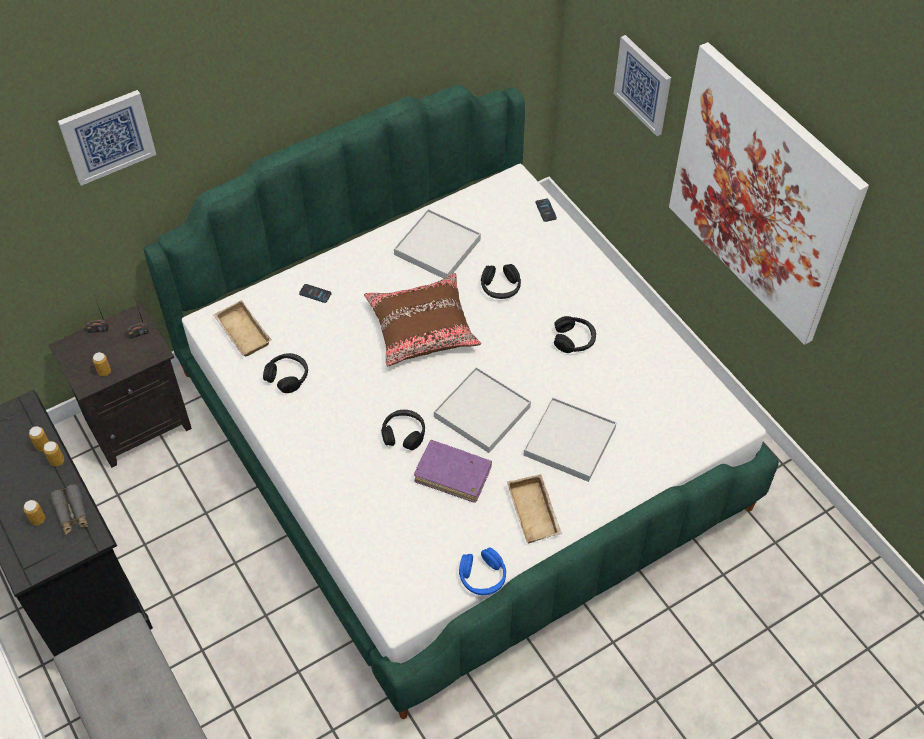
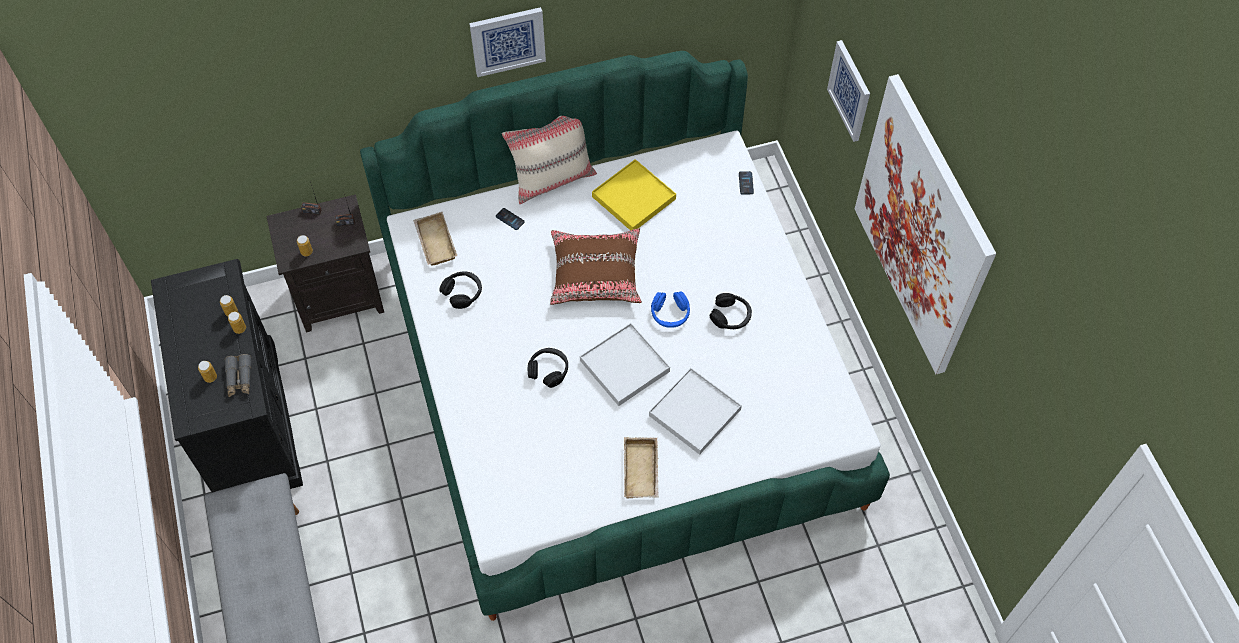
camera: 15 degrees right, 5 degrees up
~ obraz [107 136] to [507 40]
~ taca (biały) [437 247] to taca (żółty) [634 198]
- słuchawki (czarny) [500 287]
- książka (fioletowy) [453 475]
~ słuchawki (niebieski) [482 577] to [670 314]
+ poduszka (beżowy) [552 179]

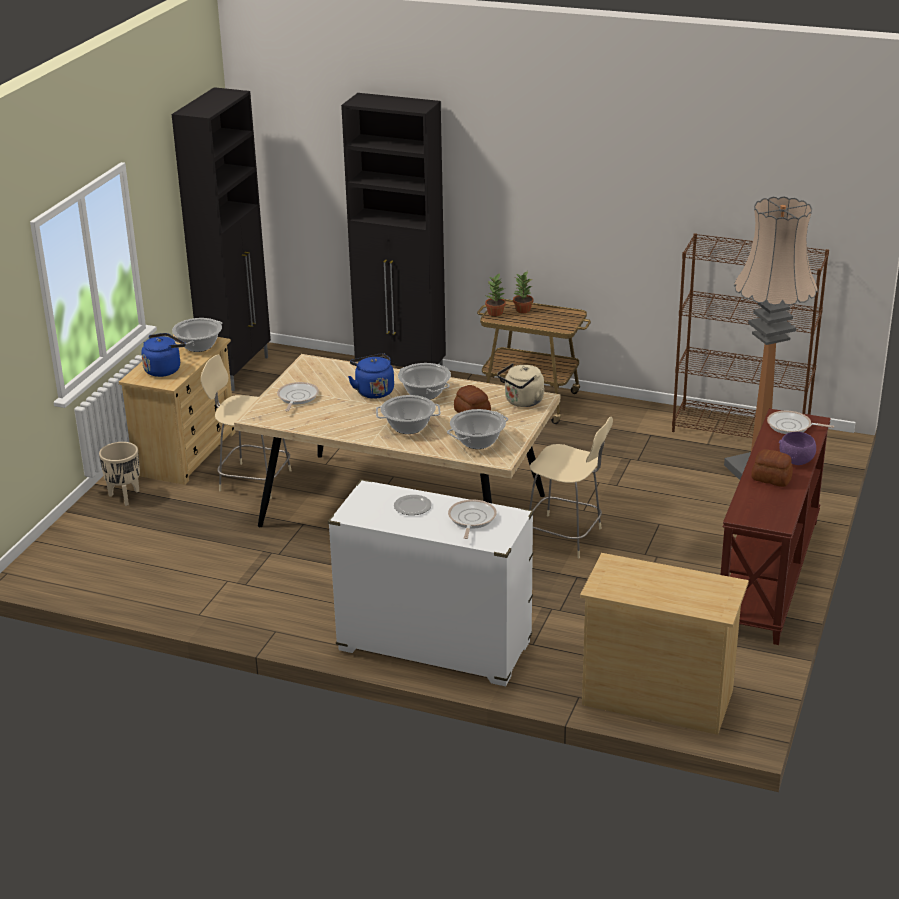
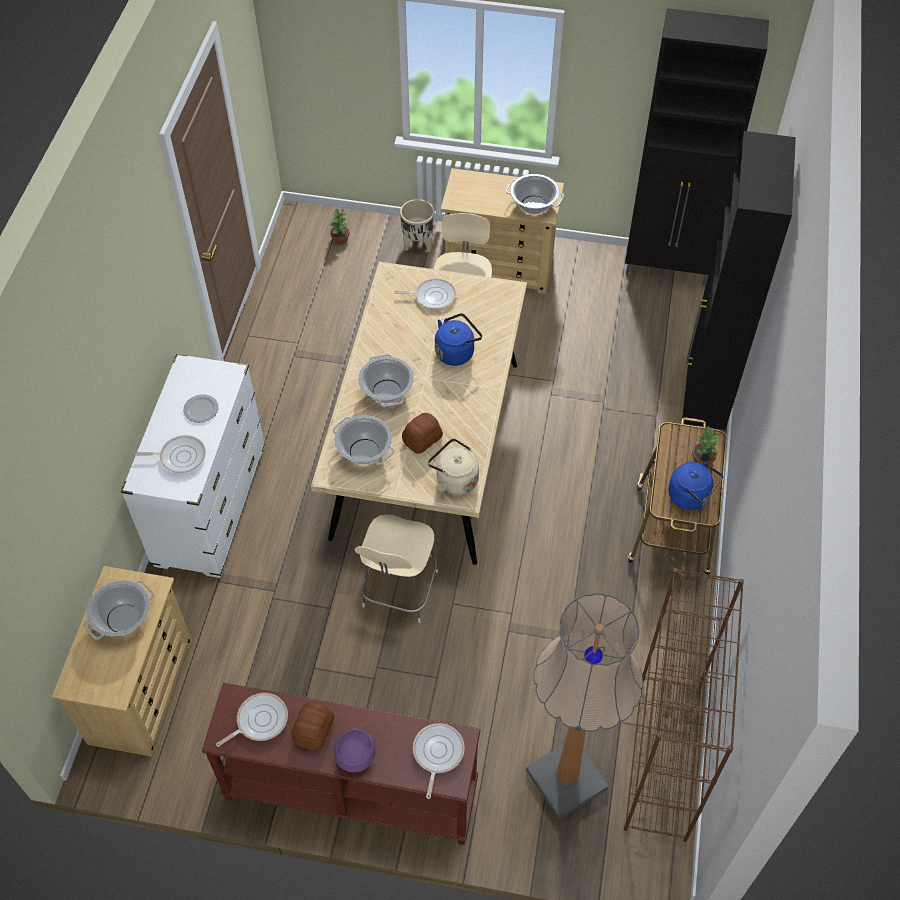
camera: 80 degrees right, 25 degrees up
~ roślina doniczkowa [495 313] to [340 240]
~ czajnik (niebieski) [164 369] to [691 496]
~ garnek [425 393] to [123 619]
+ patelnia [259 720]

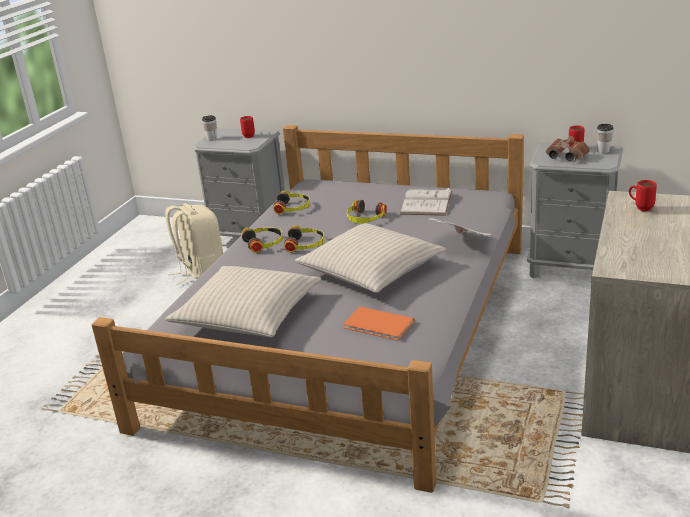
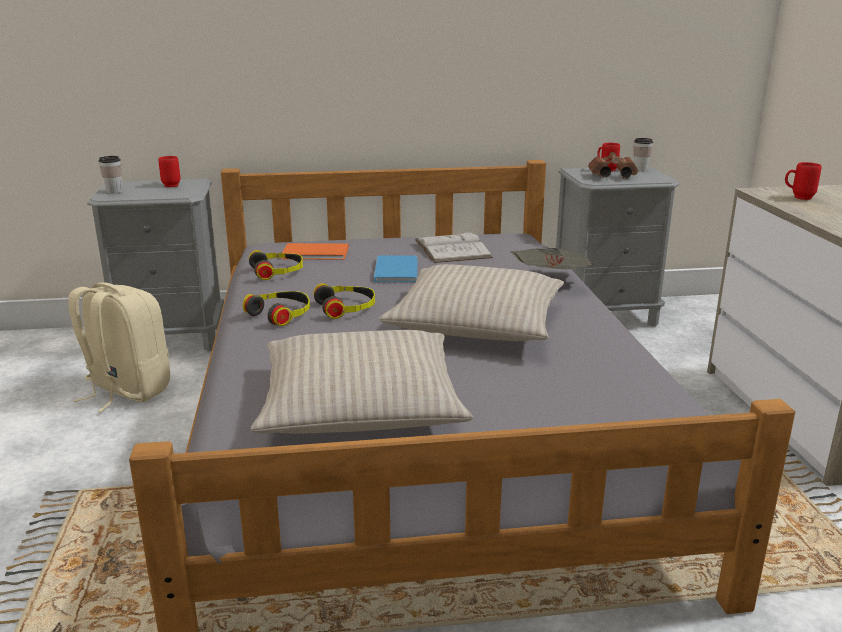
camera: 30 degrees left, 5 degrees down
~ słuchawki [365 218] to książka (niebieski) [394 271]
~ książka (pomarańczowy) [379 325] to [317 253]

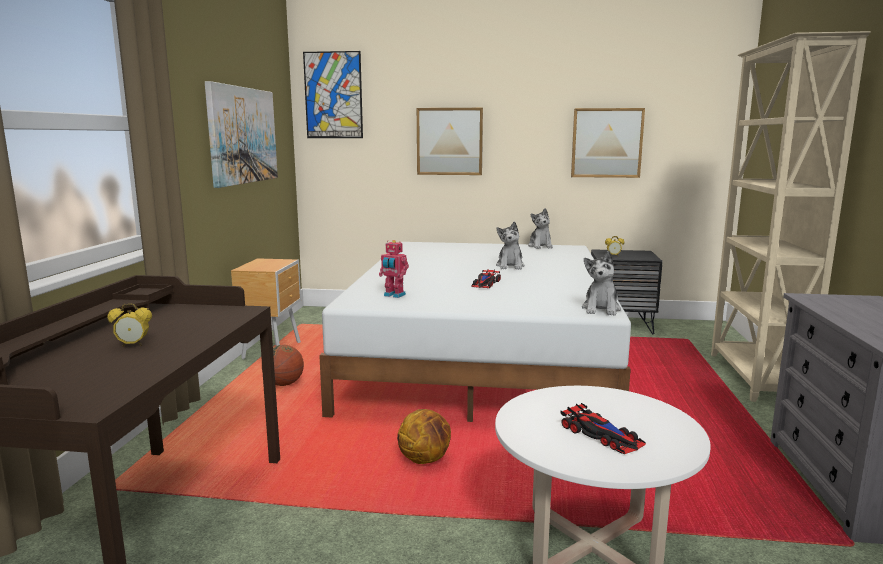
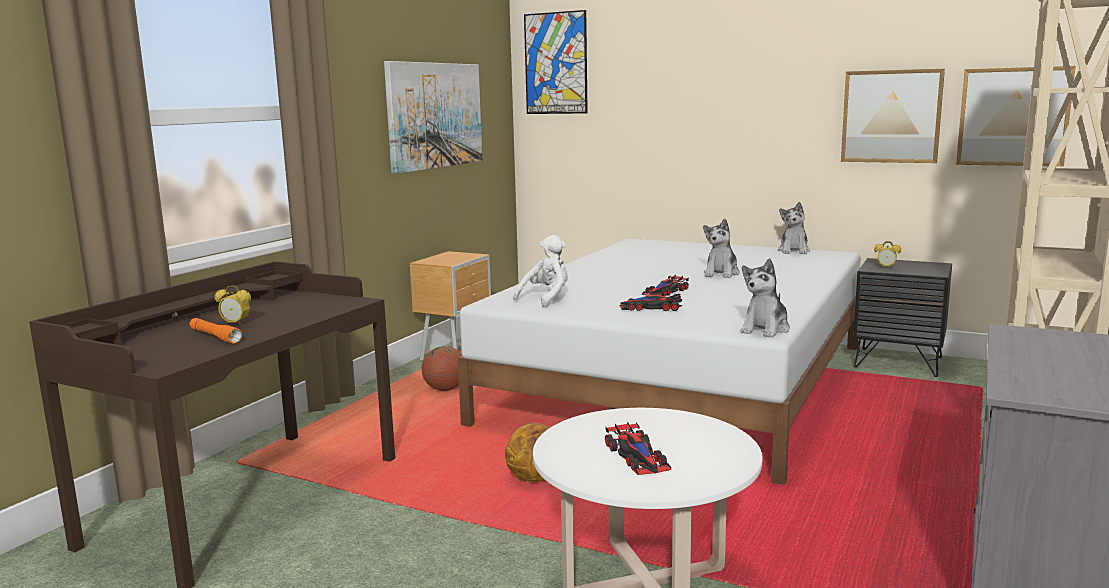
camera: 20 degrees right, 0 degrees up
~ obraz [449 141] to [1013 116]
~ robot zabawkowy [394 295] to pluszak (biały) [546 299]
+ samochodzik [650 308]
+ latarka (pomarańczowy) [215 336]

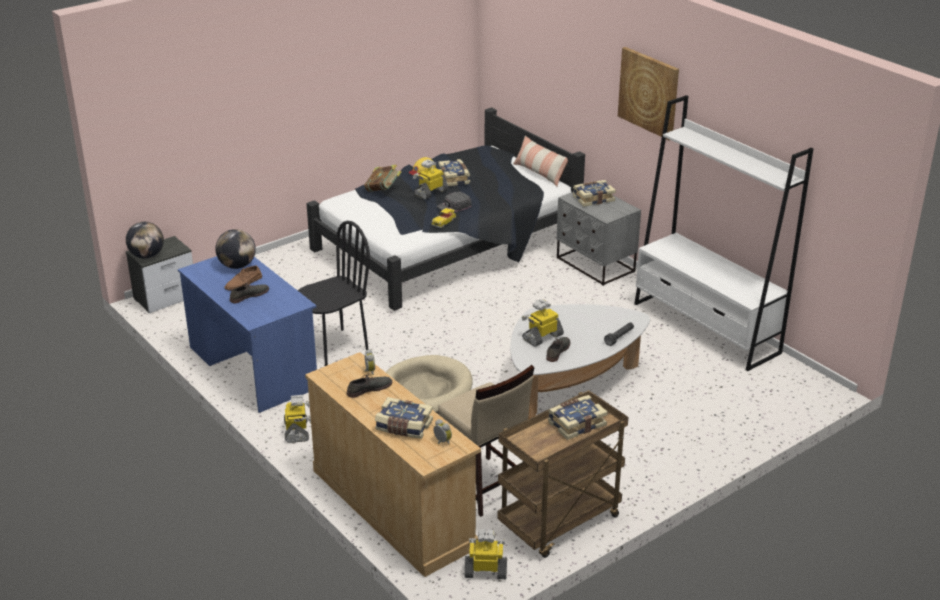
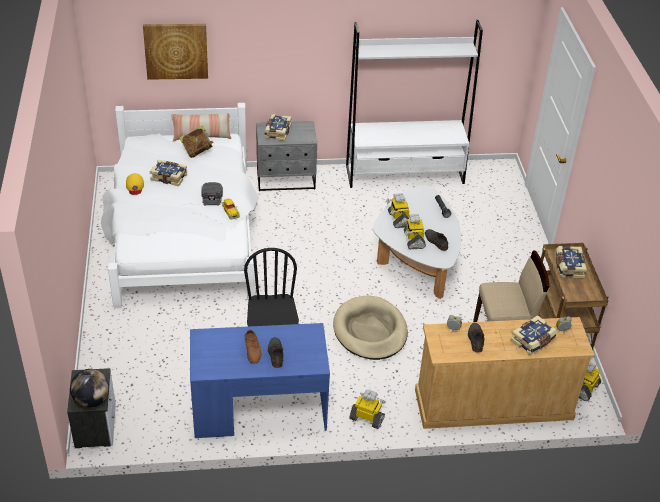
camera: 60 degrees left, 10 degrees up
~ obraz [649 92] to [176 51]
~ łóżko (czarny) [445 246] to łóżko (biały) [184 234]
~ robot zabawkowy [430 192] to [398 219]
~ książka [383 190] to [197 151]
- globus [237 266]

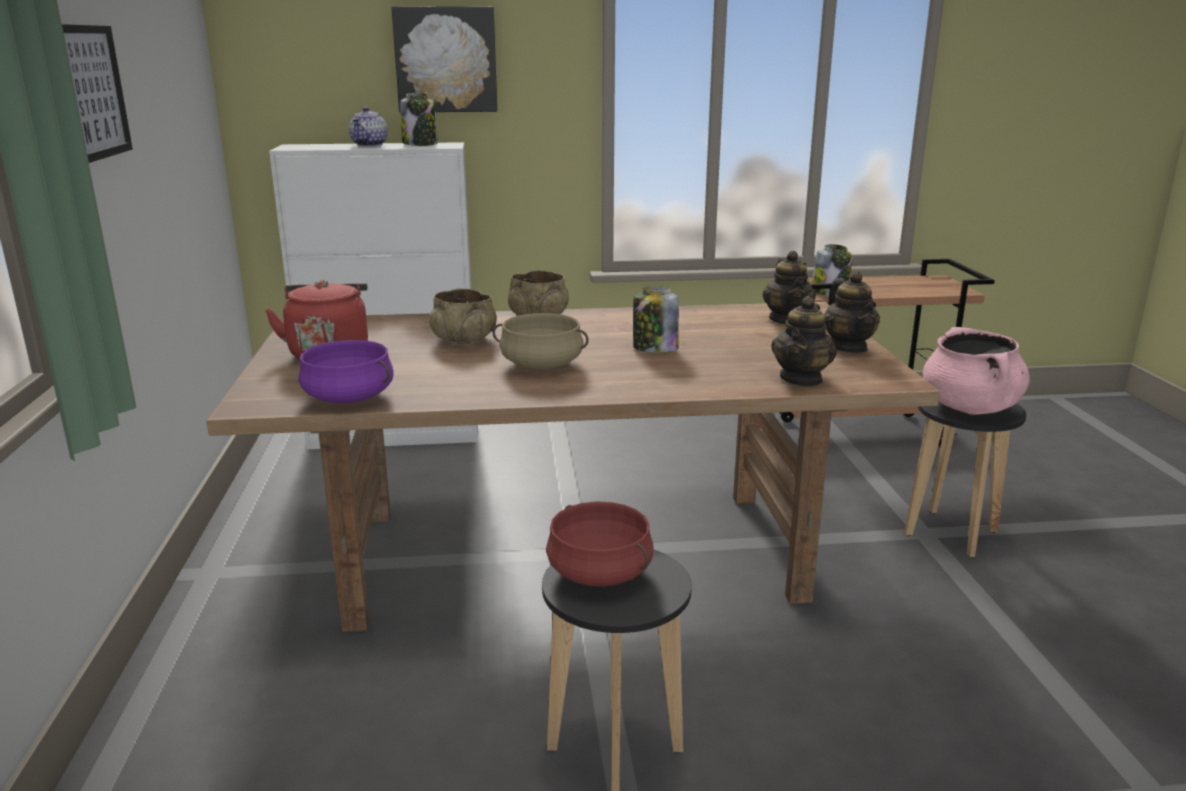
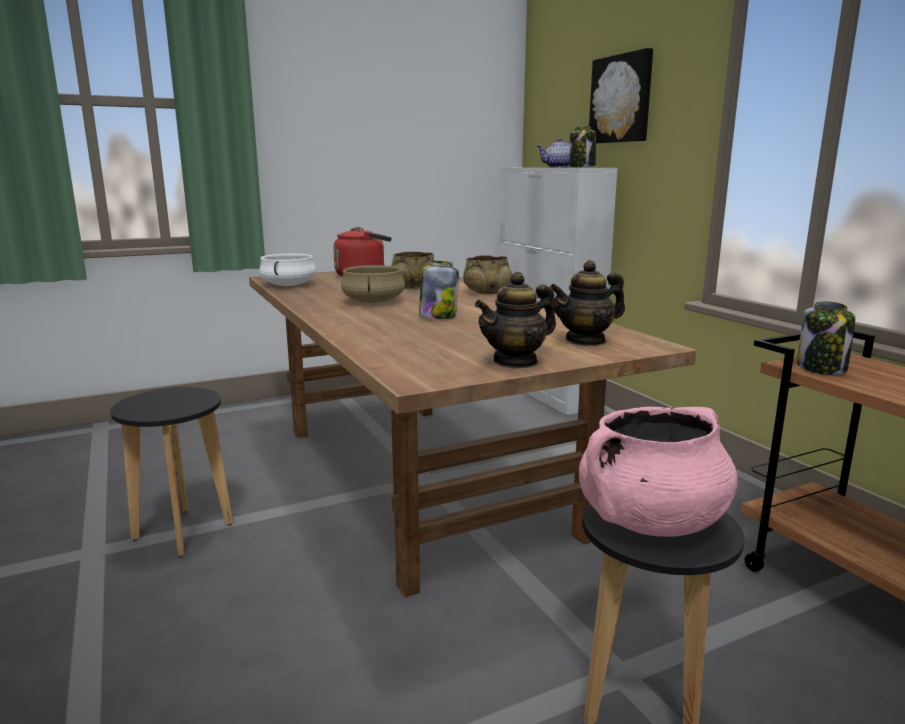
camera: 70 degrees right, 5 degrees down
- obraz [93 92]
- imbryk [801 379]
~ garnek (fioletowy) [349 397] to garnek (biały) [289 285]
- garnek (czerwony) [600 572]

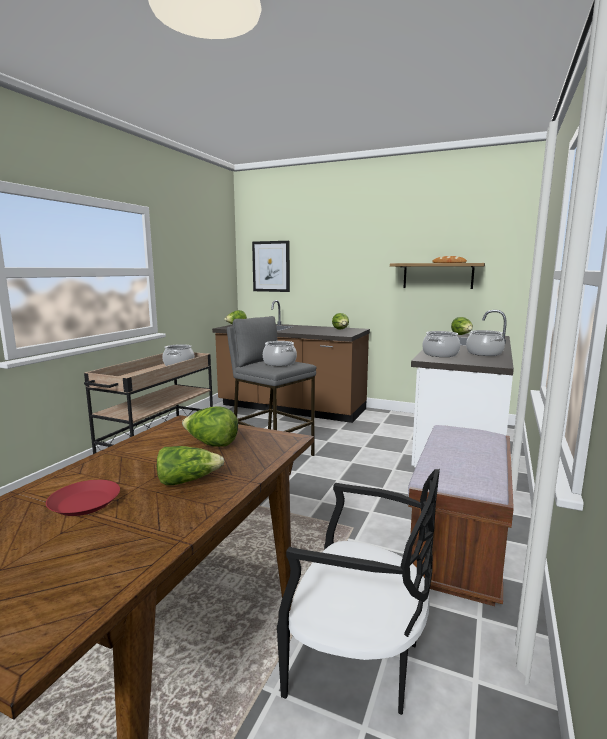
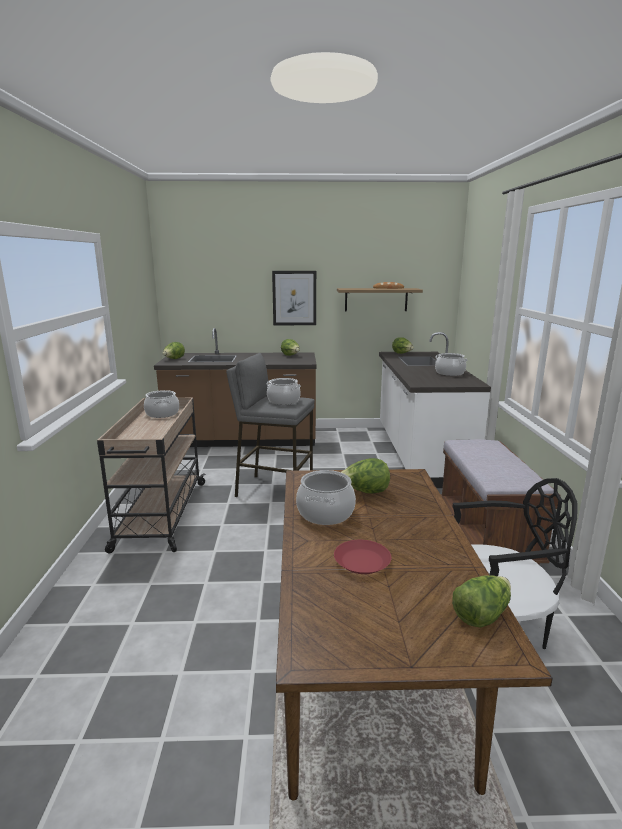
camera: 25 degrees left, 5 degrees up
~ obraz [271 266] to [294 298]
~ garnek [440 354] to [325 513]
~ sałata [187 480] to [481 613]

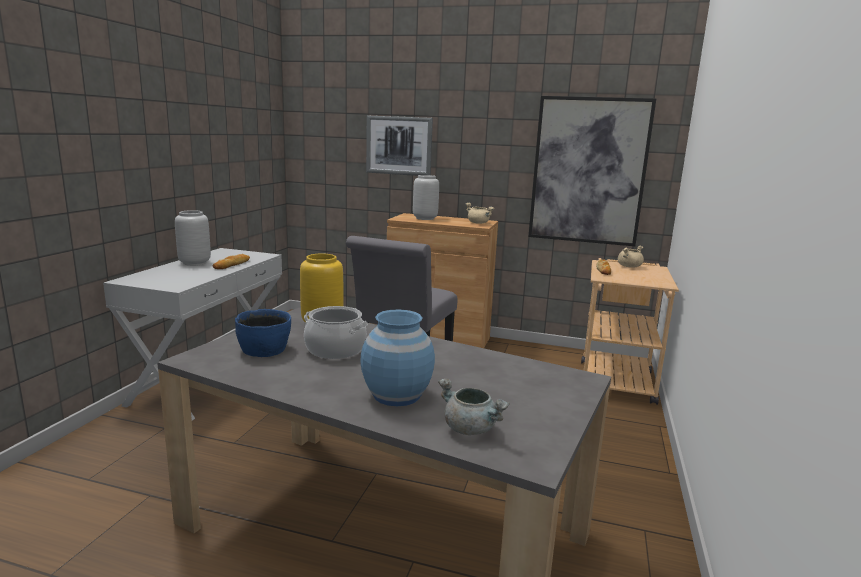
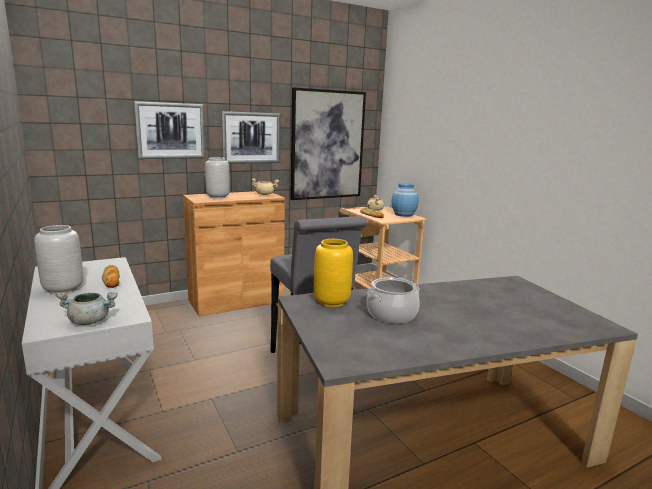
camera: 45 degrees left, 0 degrees up
- miska (niebieski) [265 349]
~ wazon (niebieski) [396 395] to [403 214]
~ garnek (szary) [471 429] to [90 321]
+ obraz [251 138]

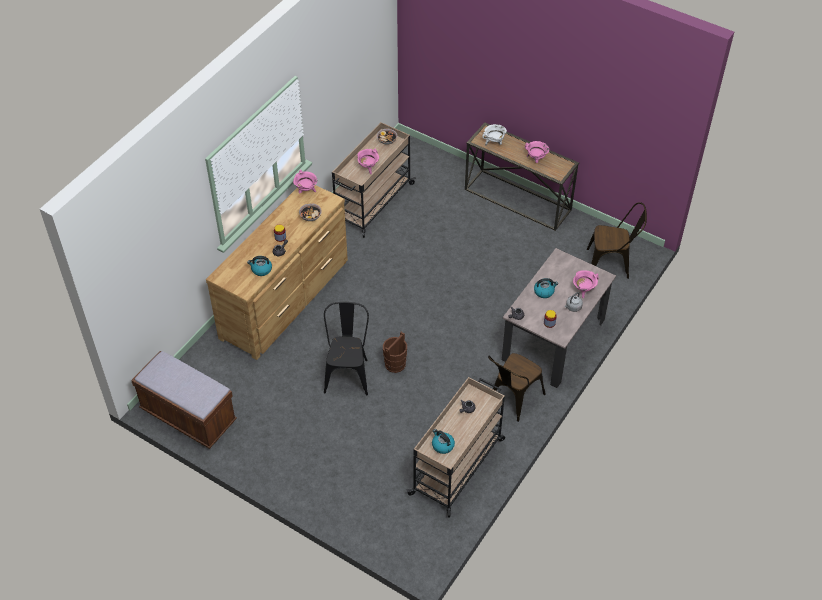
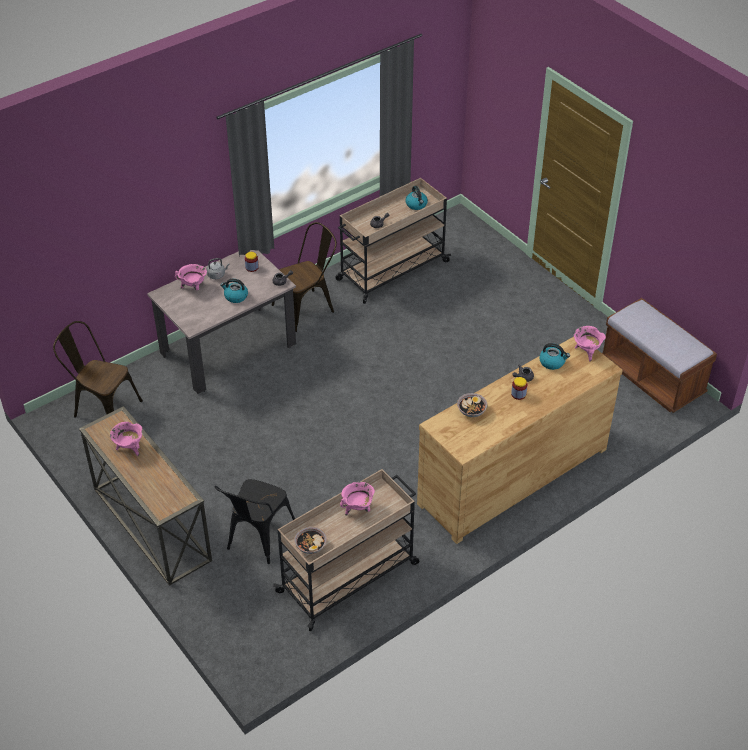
camera: 160 degrees left, 5 degrees down
- garnek (biały) [494 142]
~ garnek (różowy) [306 190] to [586 352]
~ krzesło (czarny) [348 372] to [257 540]
- wiadro (brązowy) [395 364]

